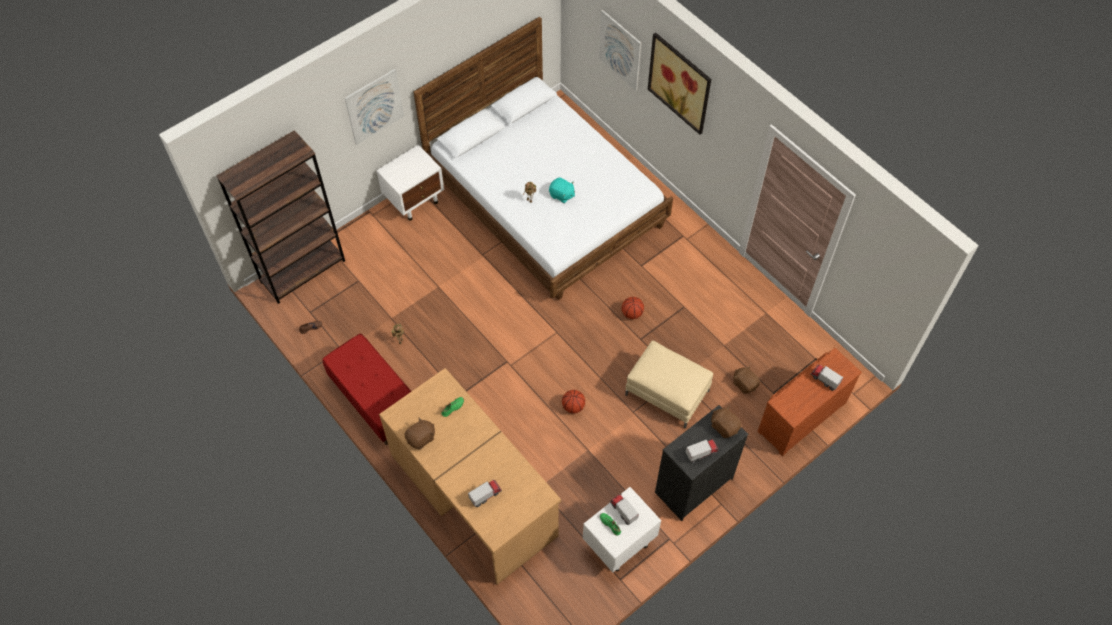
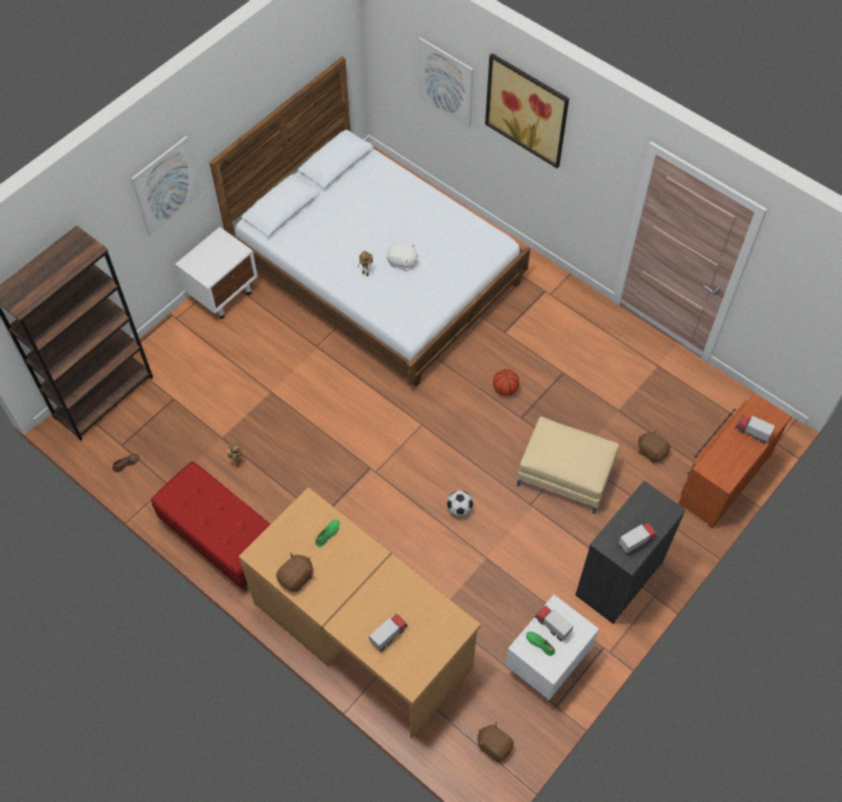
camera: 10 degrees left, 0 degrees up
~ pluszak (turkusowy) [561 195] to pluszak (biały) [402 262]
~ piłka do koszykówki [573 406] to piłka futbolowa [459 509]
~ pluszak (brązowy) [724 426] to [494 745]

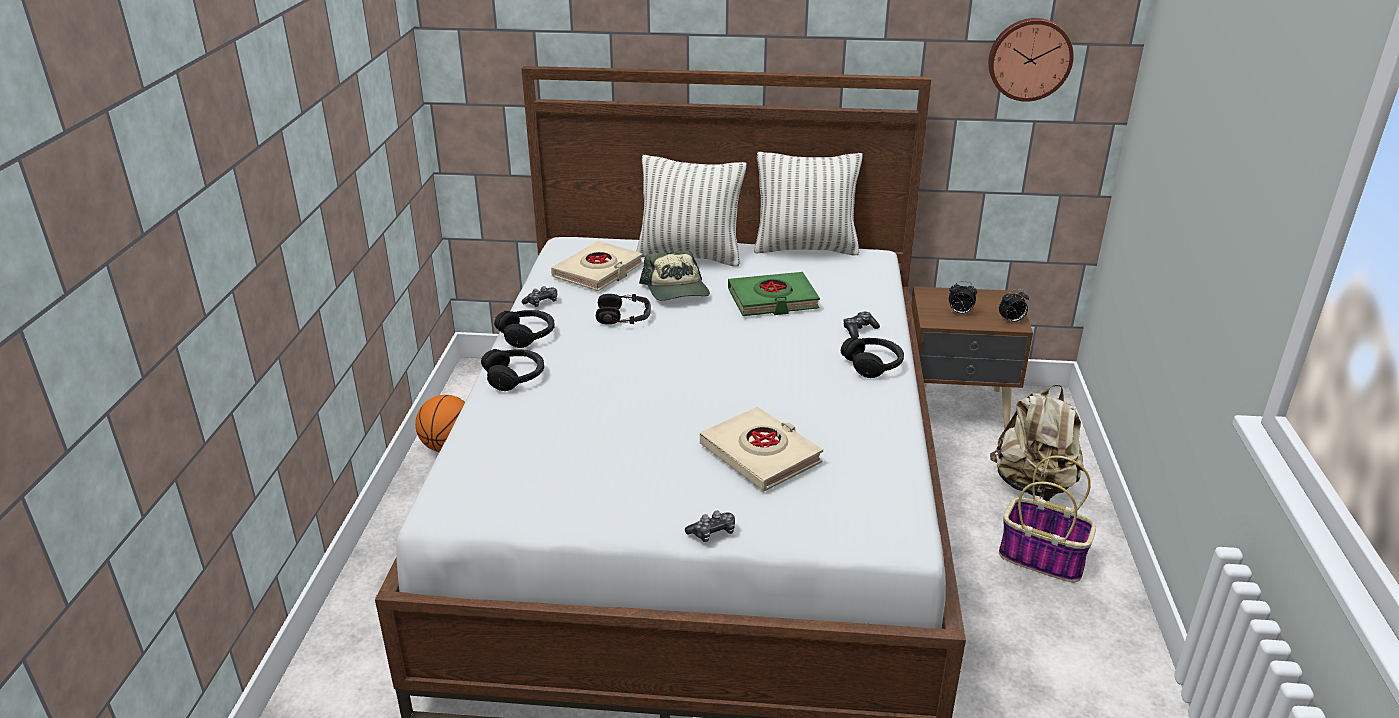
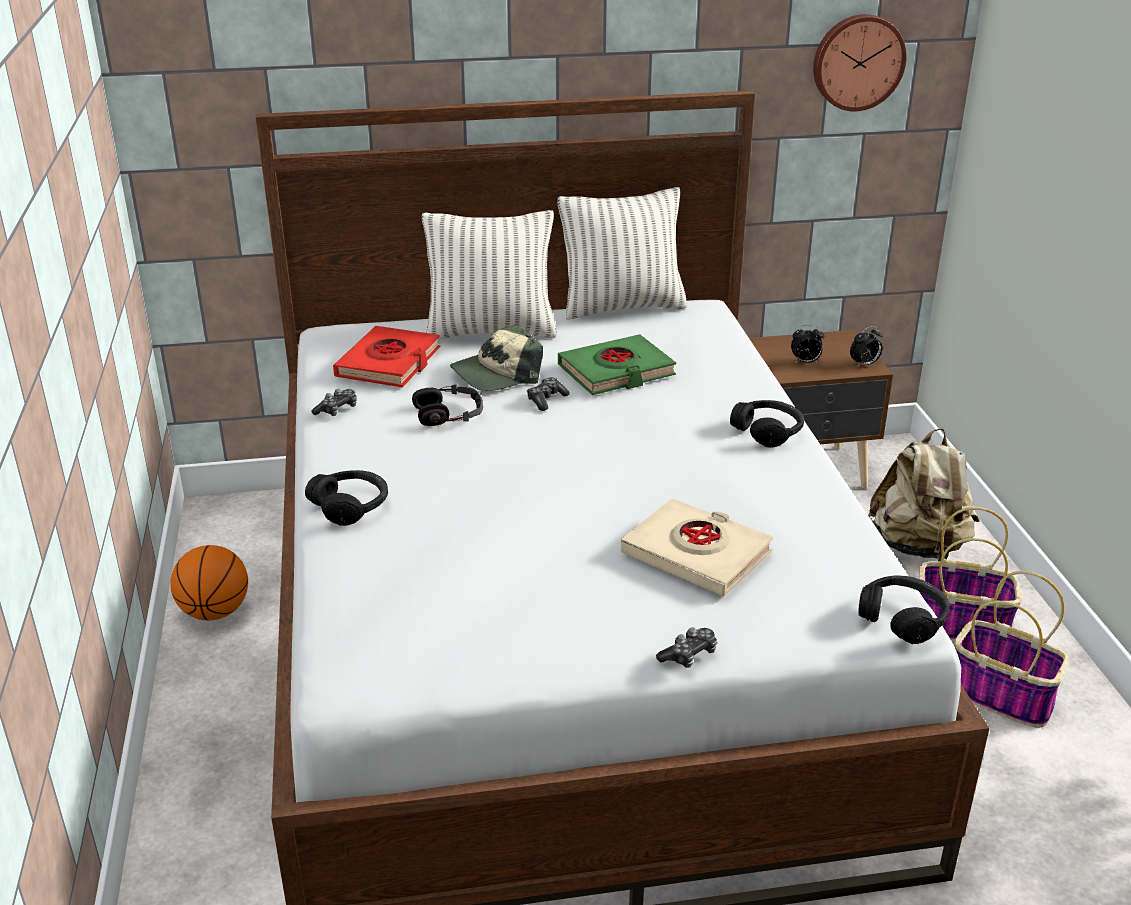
camera: 15 degrees left, 0 degrees up
~ książka (beżowy) [598 272] to książka (czerwony) [389 363]
~ czapka z daszkiem [676 290] = [497 374] 90 degrees clockwise
~ słuchawki (czarny) [527 335] to [902 618]
~ pad do gier [859 330] to [546 400]
+ koszyk [1002 696]

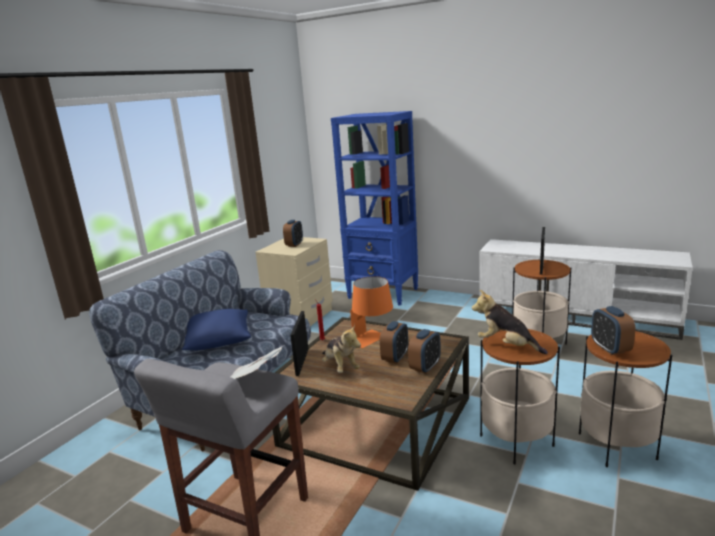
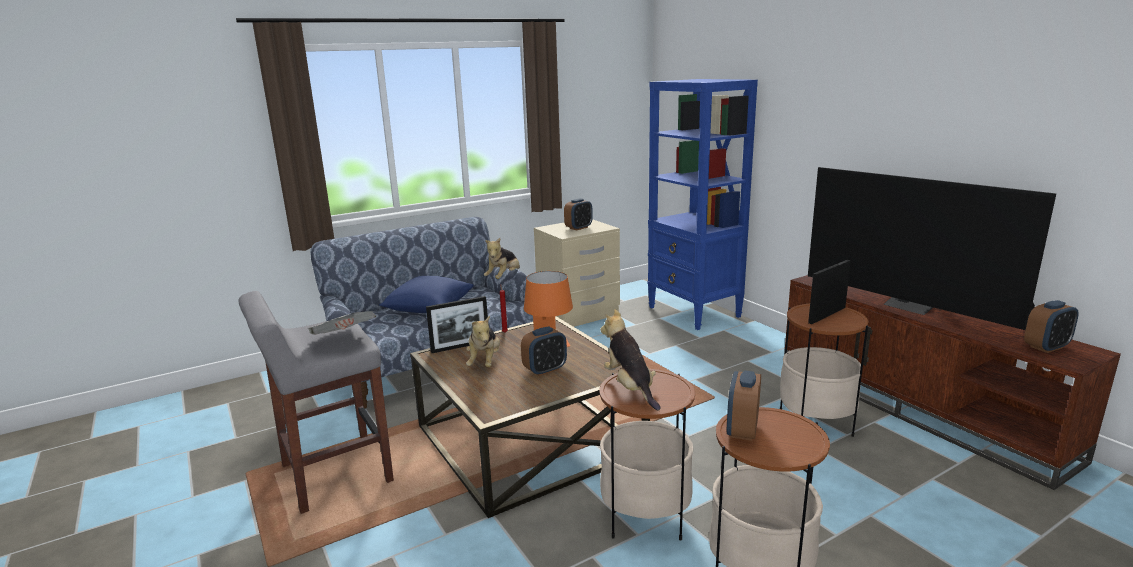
camera: 30 degrees right, 0 degrees up
~ szafka pod telewizor (biały) [576 316] to szafka pod telewizor (brązowy) [916 407]
~ ramka na zdjęcie [302 362] = [460 346] 150 degrees counterclockwise
~ budzik [425 367] to [1046 347]
+ telewizor [909 306]
+ pluszak [504 277]

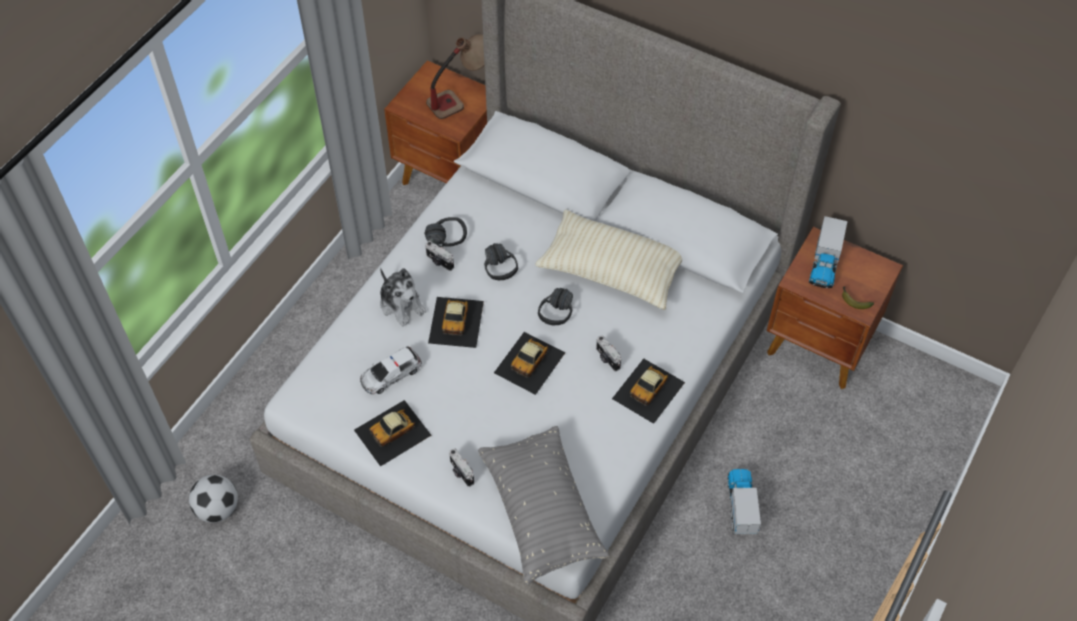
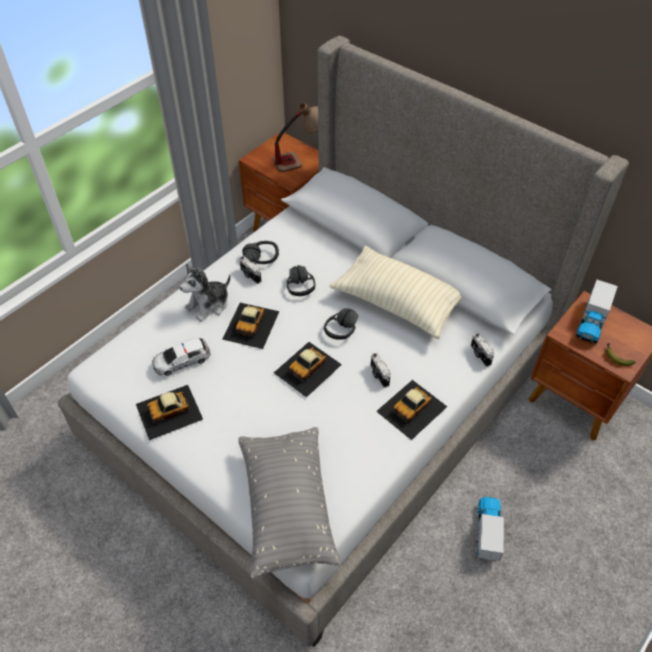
camera: 10 degrees right, 5 degrees down
~ pluszak [401 304] = [209 305] 75 degrees clockwise
~ aparat fotograficzny [461 473] to [479 355]
- piłka futbolowa [218 509]

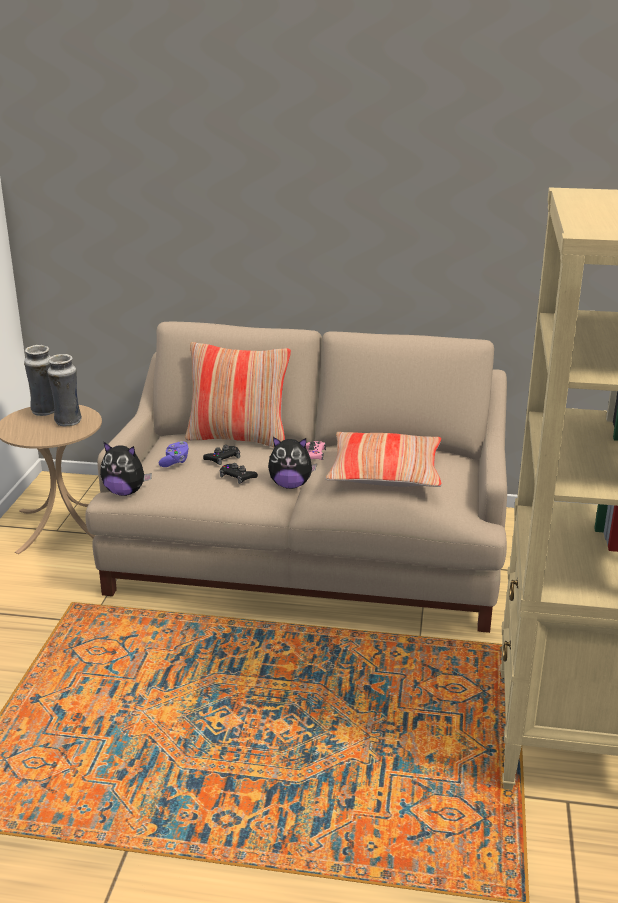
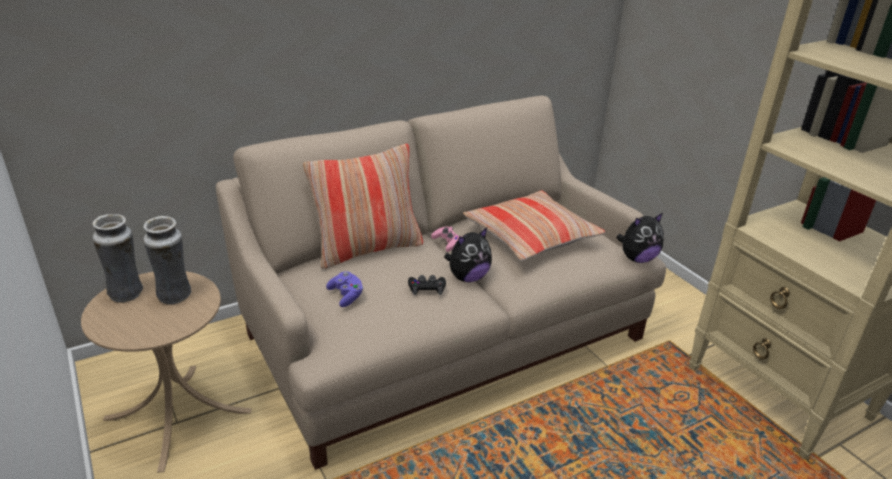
camera: 40 degrees left, 5 degrees up
~ pluszak [125 492] to [637 259]
- pad do gier (czarny) [222 458]

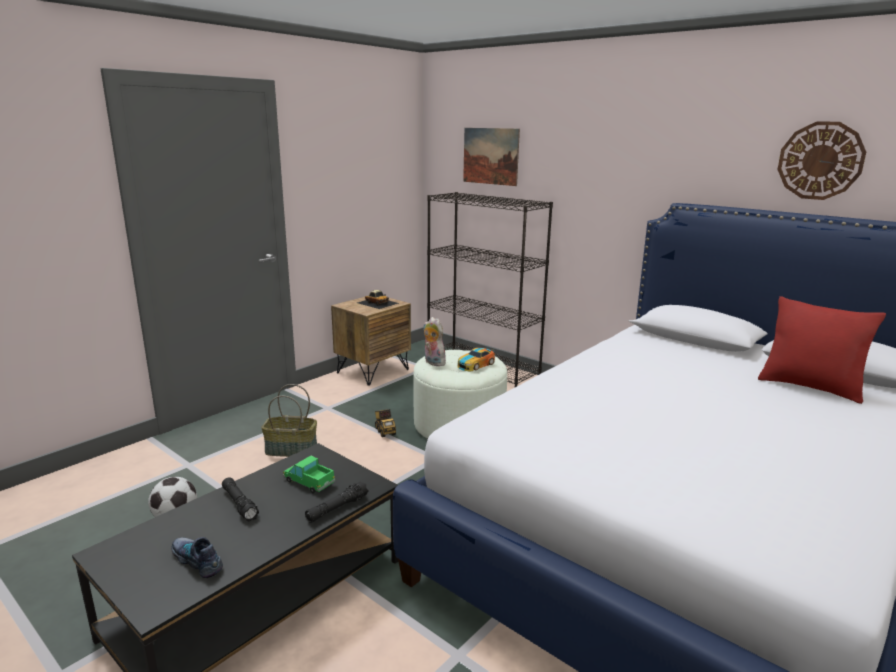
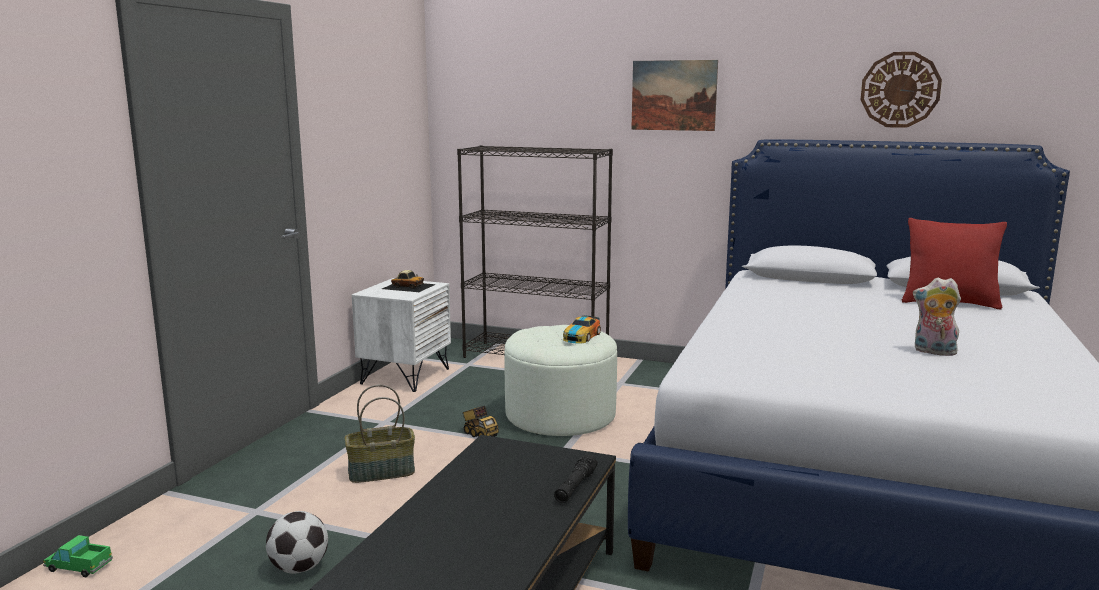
camera: 20 degrees left, 5 degrees down
~ obraz [490 156] to [673 95]
~ szafka nocna (brązowy) [372 371] to szafka nocna (biały) [405 376]
~ pluszak [433 362] to [933 352]
~ ciężarówka zabawkowa [309 482] to [79 566]
- latarka (czarny) [239 504]
- but [198 561]

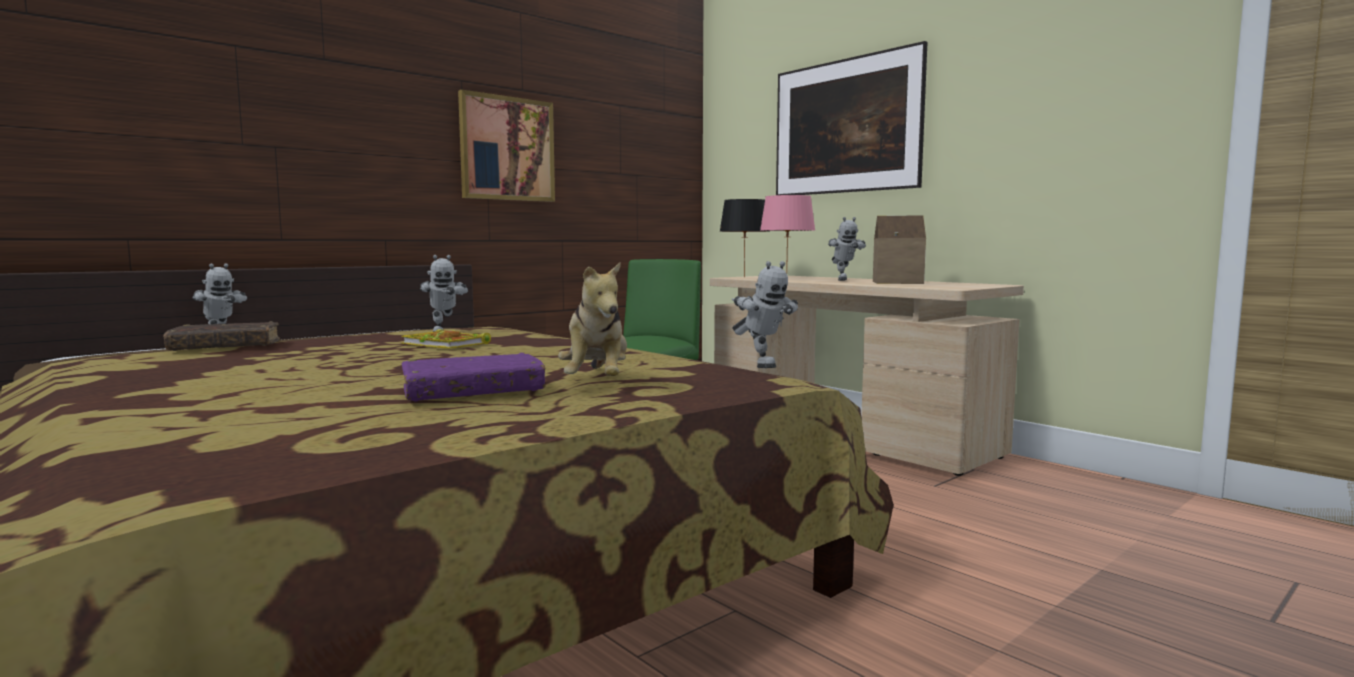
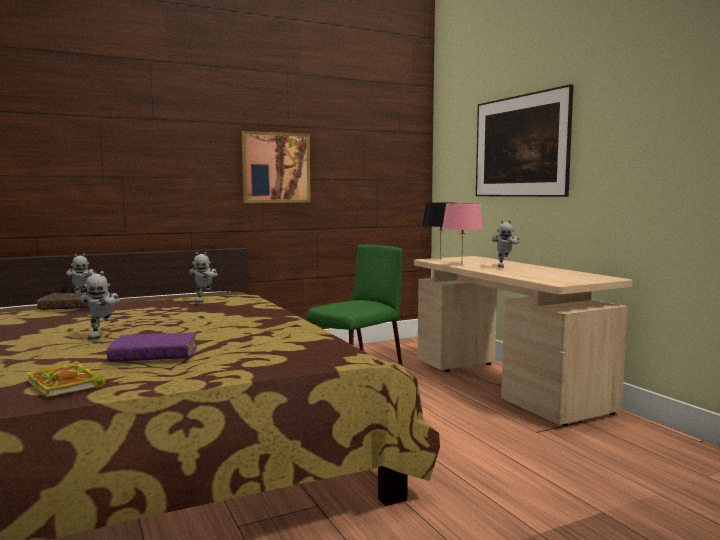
camera: 15 degrees right, 0 degrees up
- domek [896 282]
~ robot zabawkowy [761 366] to [102 336]
- pluszak [597 382]
~ książka [447 345] to [66 384]

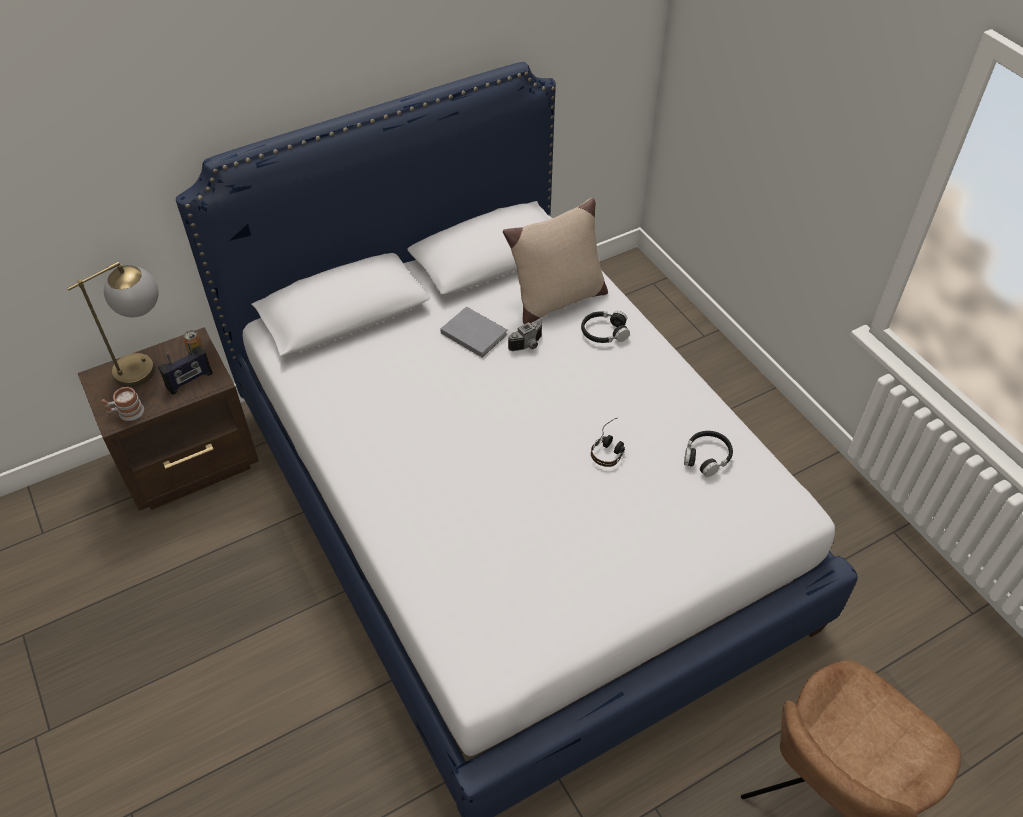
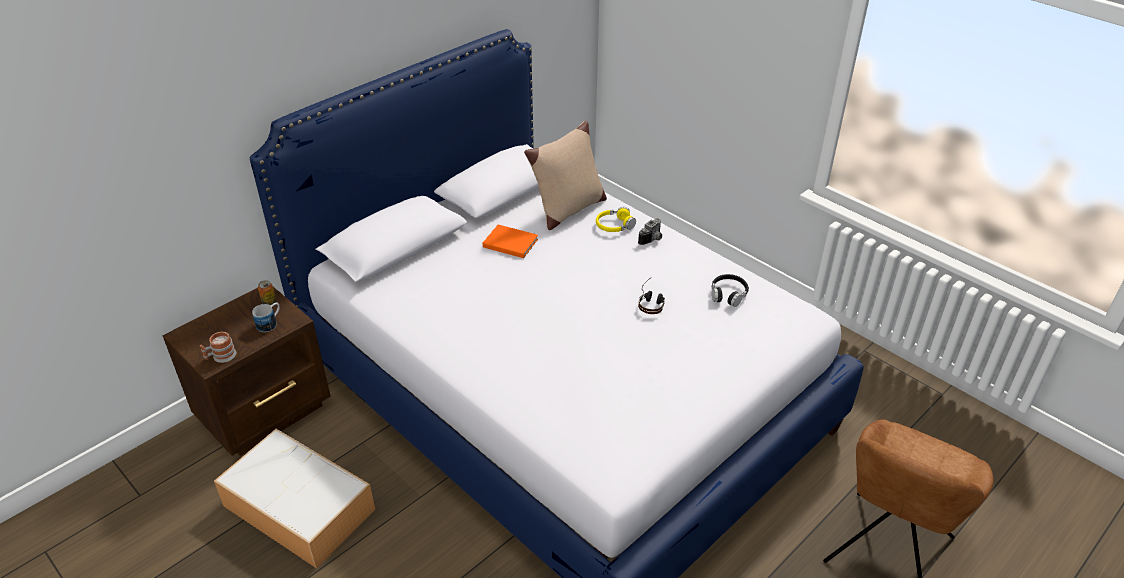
camera: 15 degrees left, 10 degrees down
- lampa stołowa [147 364]
~ książka (szary) [473 332] to książka (pomarańczowy) [509 242]
~ słuchawki (czarny) [604 332] to słuchawki (żółty) [614 225]
~ aparat fotograficzny [528 345] to [653 239]
~ radio [189 381] to kubek [270 323]
+ pojemnik do przechowywania [297 507]

